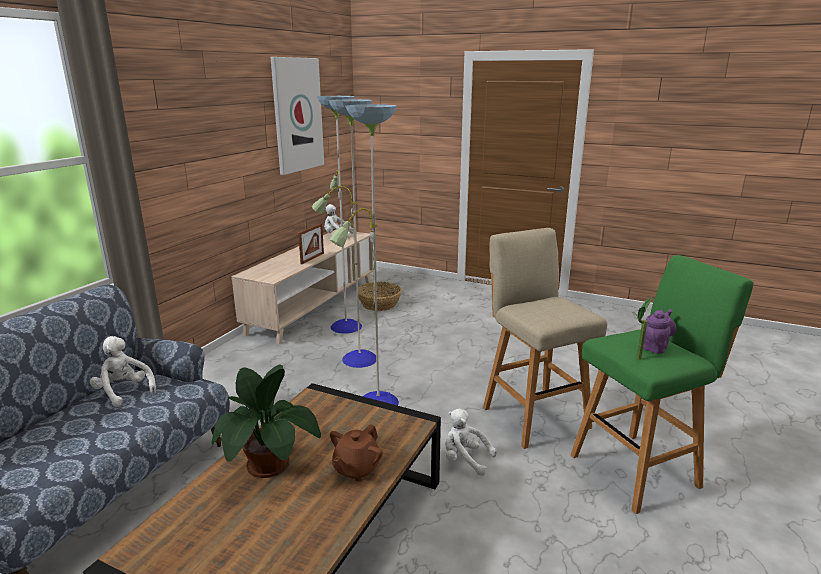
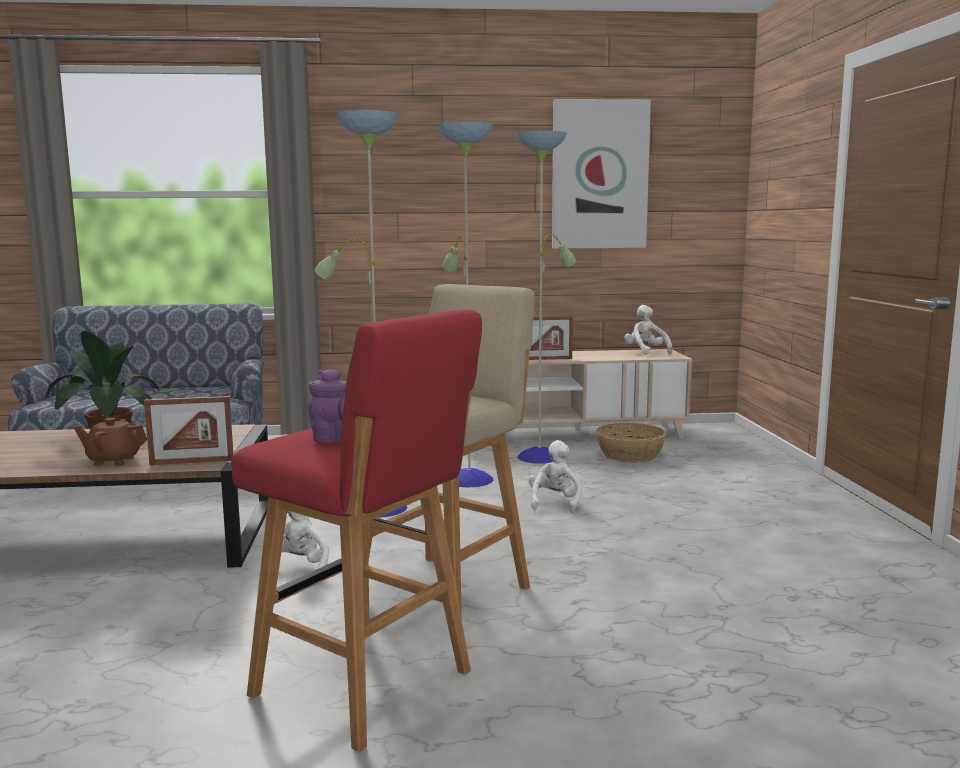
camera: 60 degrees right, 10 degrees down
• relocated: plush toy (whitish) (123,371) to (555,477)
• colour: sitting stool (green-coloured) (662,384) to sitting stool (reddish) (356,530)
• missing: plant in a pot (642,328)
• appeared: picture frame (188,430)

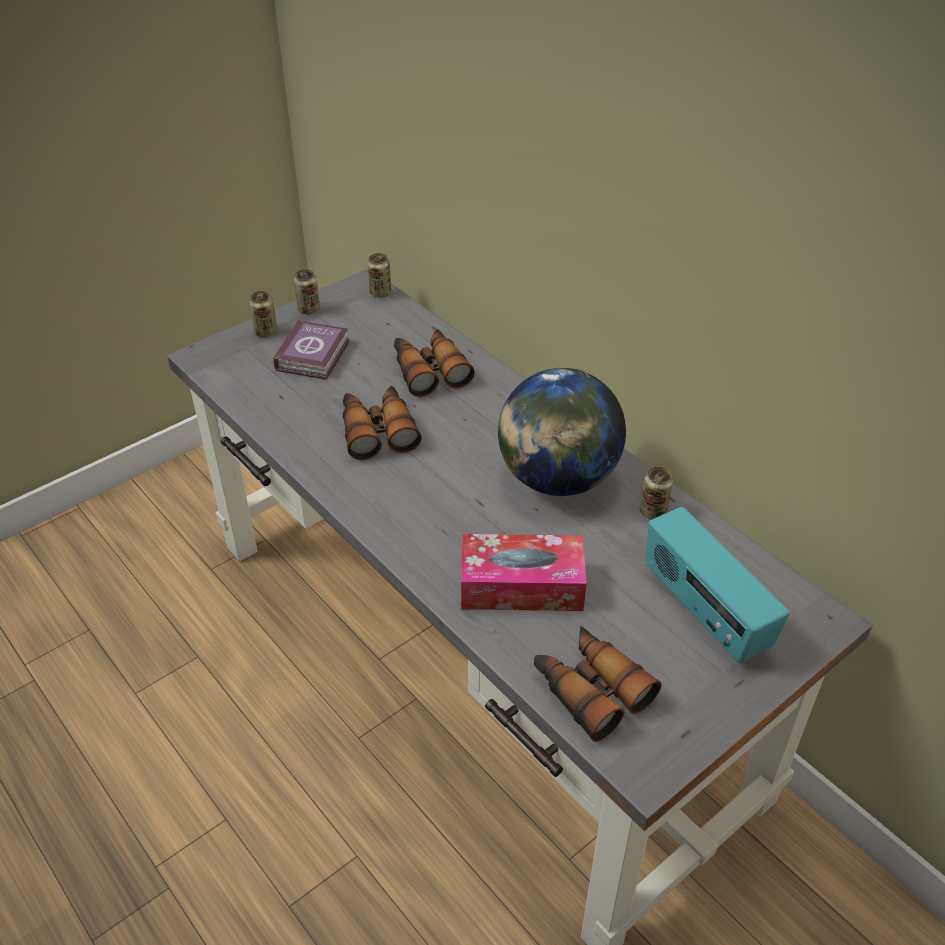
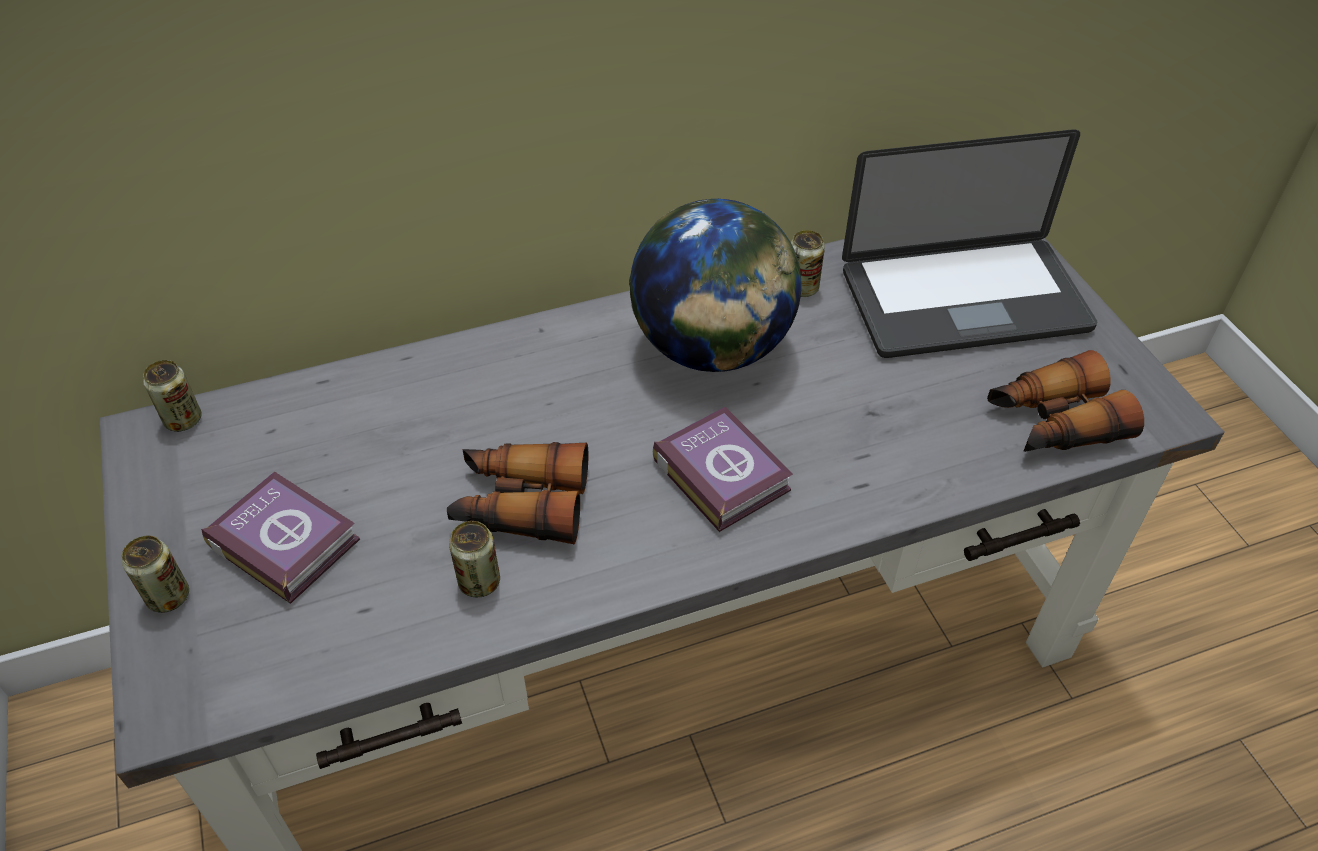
camera: 70 degrees left, 5 degrees up
• relocated: sealed can (307,292) to (474,559)
• missing: field glasses (434,363)
• missing: box of tissues (524,572)
• exchanged: radio set (718,585) to portable computer (970,243)
• appeared: volume (723,469)

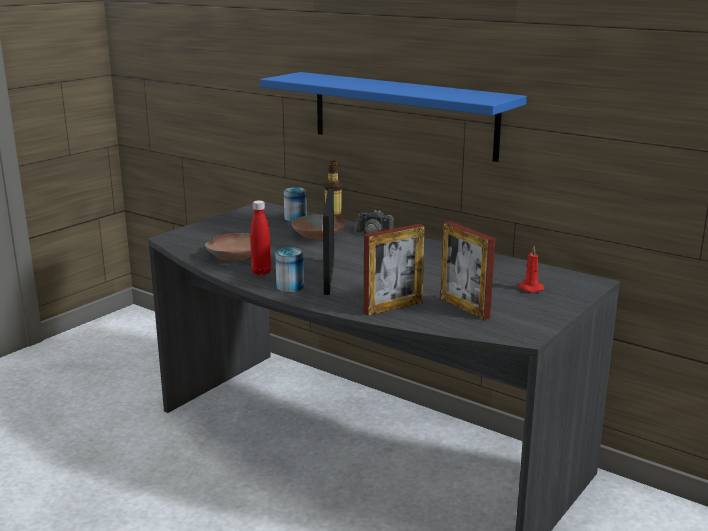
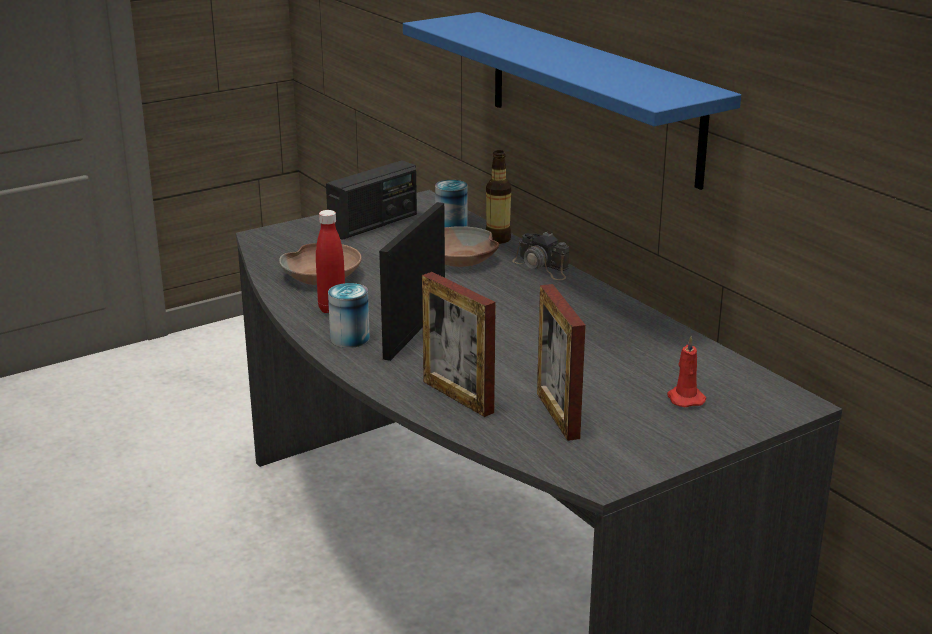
camera: 20 degrees right, 5 degrees up
• spun: picture frame (394,270) = (459,344) 60 degrees clockwise
• appeared: radio set (371,200)

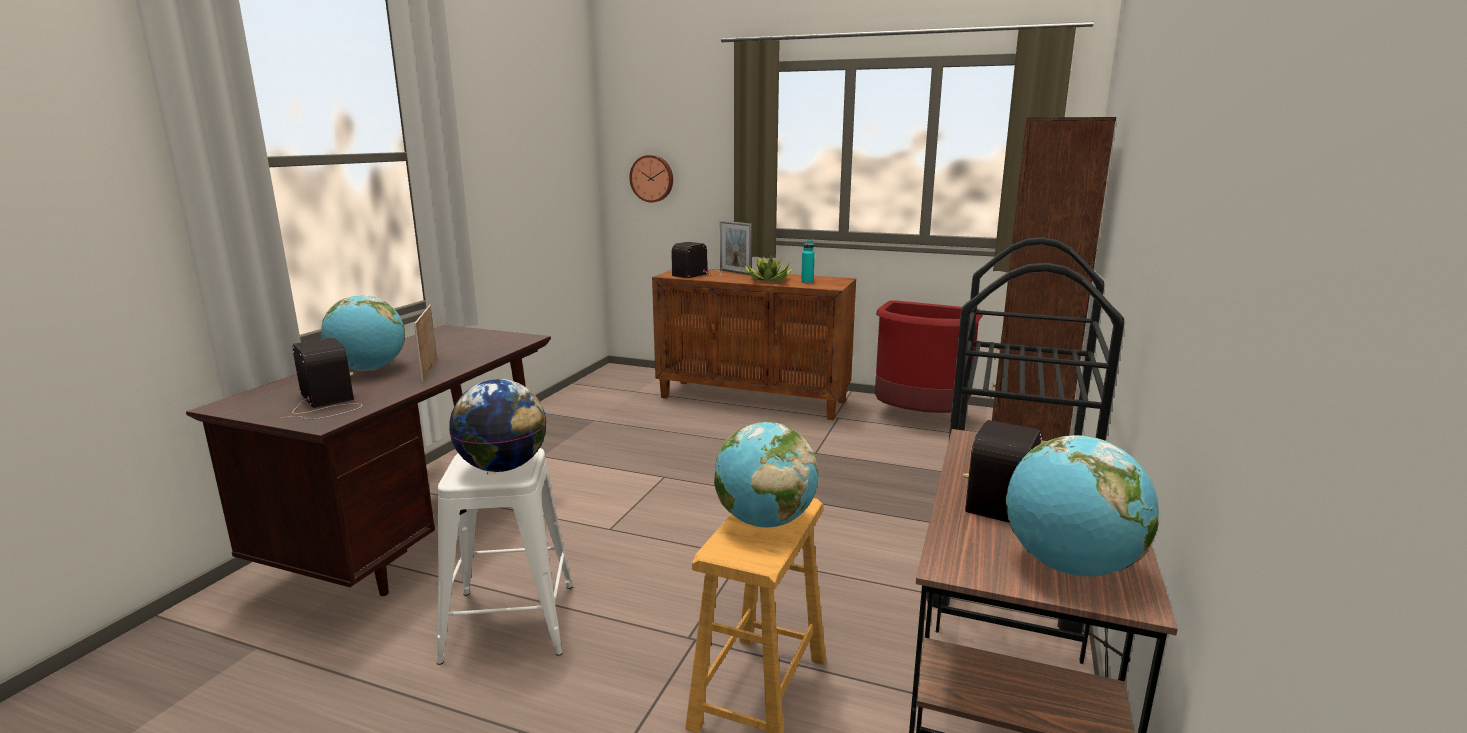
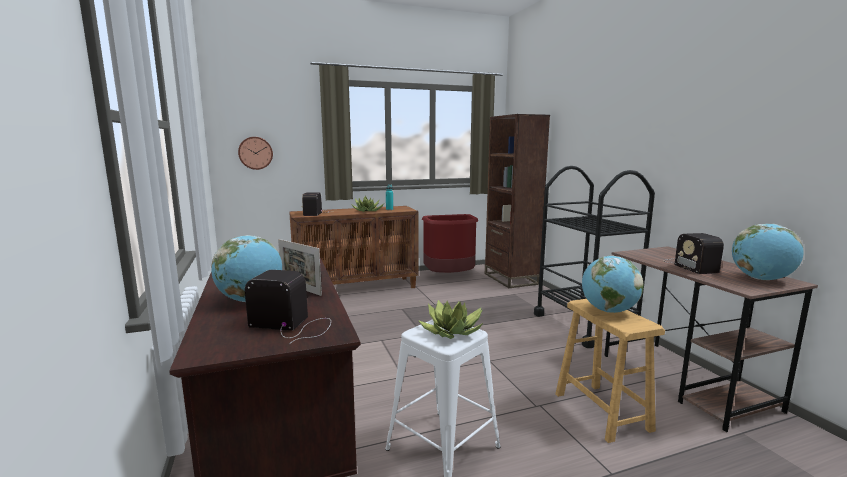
camera: 40 degrees left, 5 degrees down
• exchanged: world globe (498,425) to plant in a pot (450,319)
• missing: picture frame (736,248)

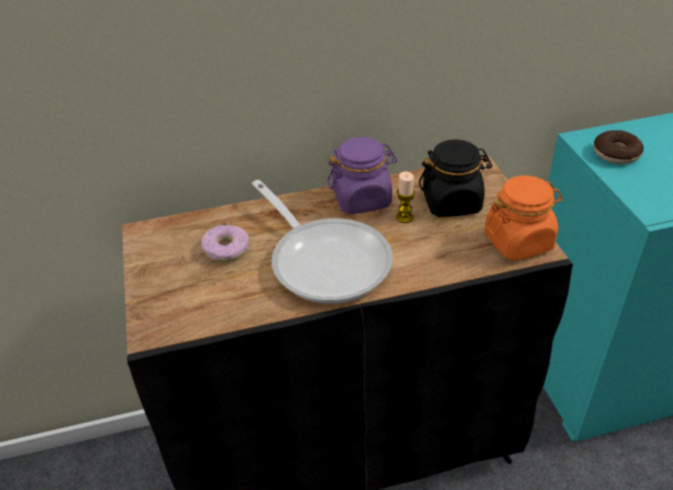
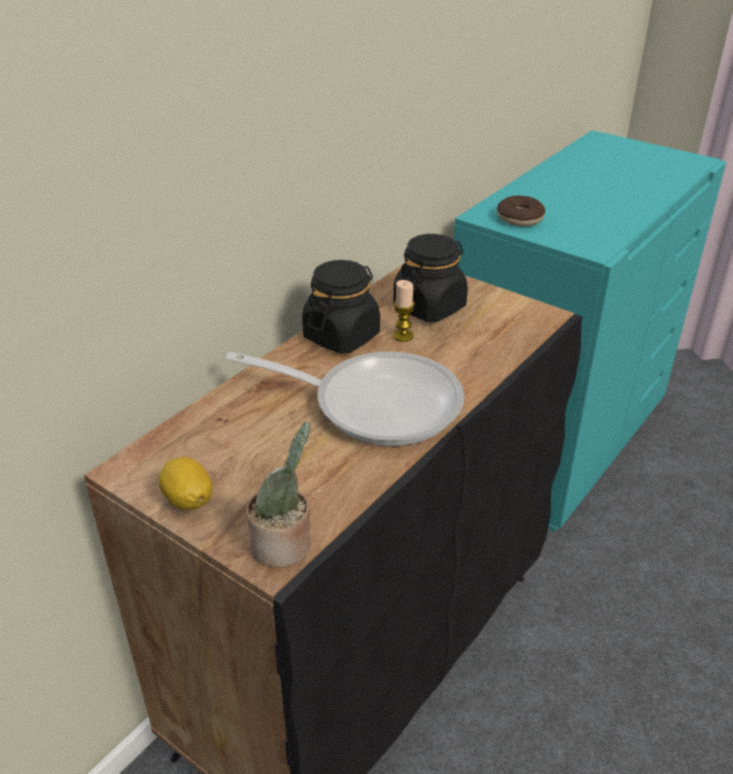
camera: 40 degrees left, 5 degrees down
• missing: donut (225,243)
• colour: jar (purplish) (362,175) to jar (blackish) (341,307)
• missing: jar (orange-coloured) (523,218)
• appeared: lemon (185,483)
• appeared: plant in a pot (278,495)

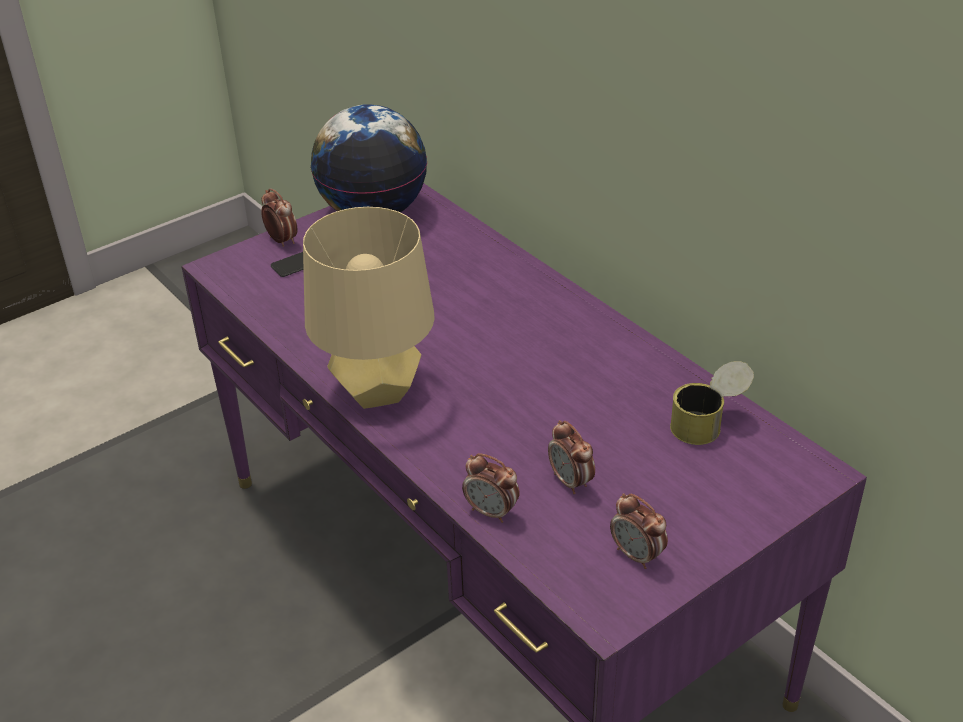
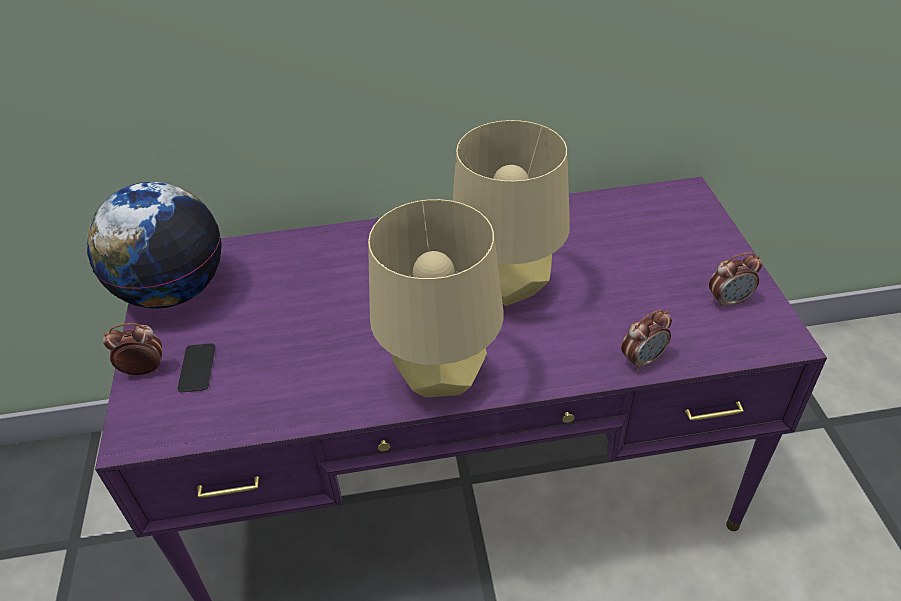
camera: 60 degrees left, 5 degrees up
• missing: bedside clock (571,457)
• missing: sealed can (712,403)
• appeared: table lamp (beige) (511,213)

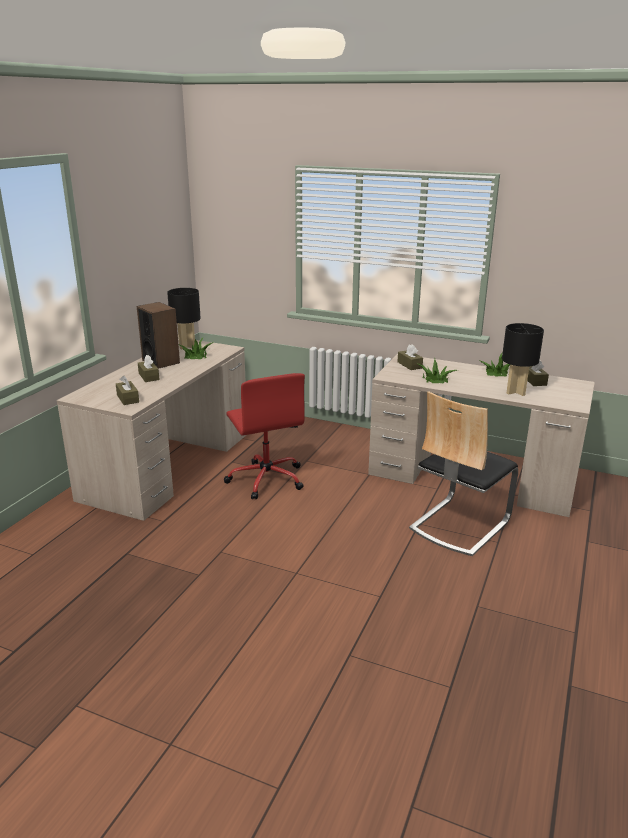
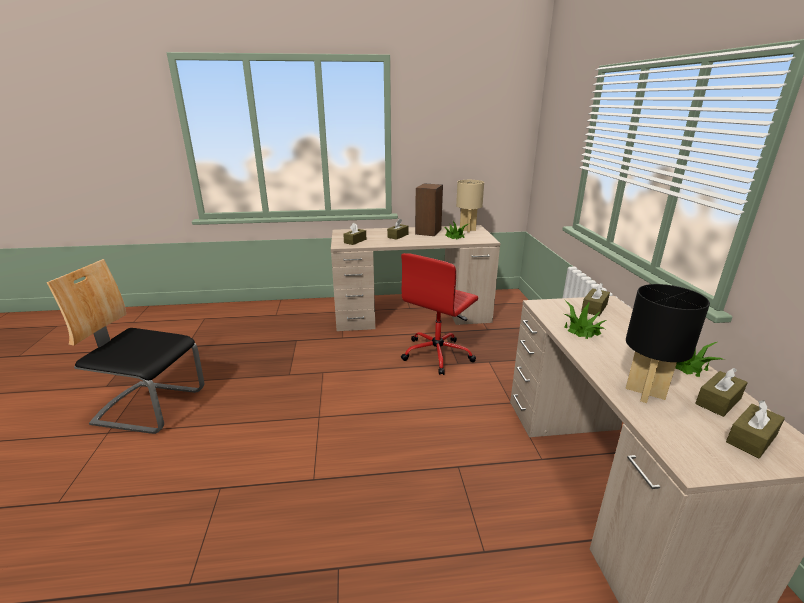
camera: 60 degrees right, 0 degrees up
• colour: table lamp (blackish) (184,318) to table lamp (beige) (470,206)
• relocated: upright chair (463,473) to (125,346)
• appeared: box of tissues (brown-coloured) (755,429)

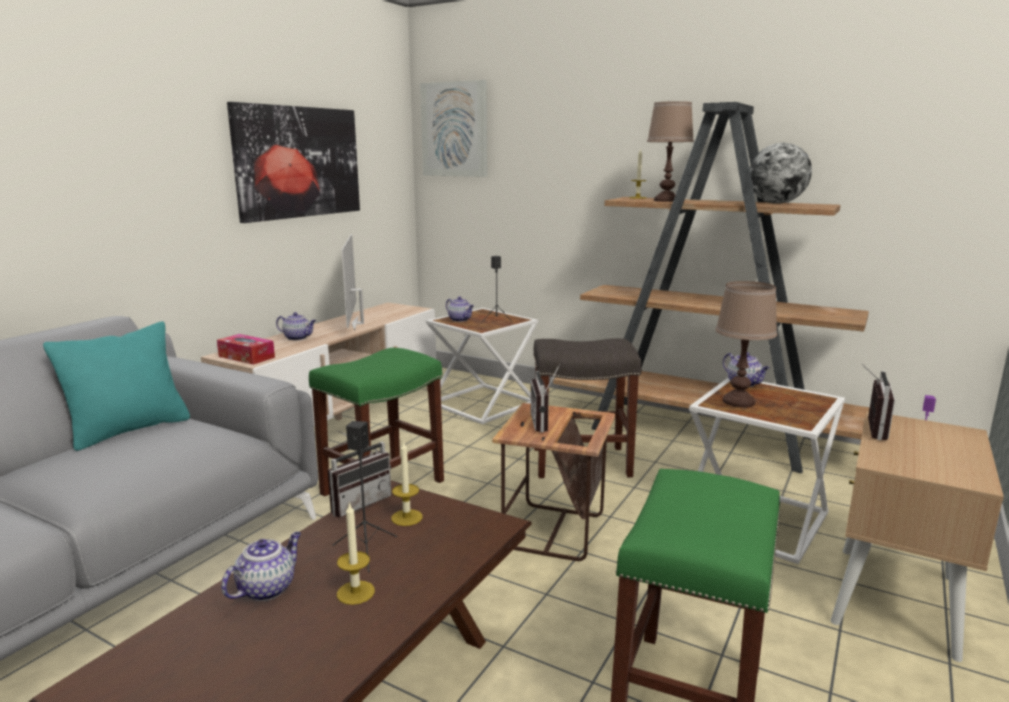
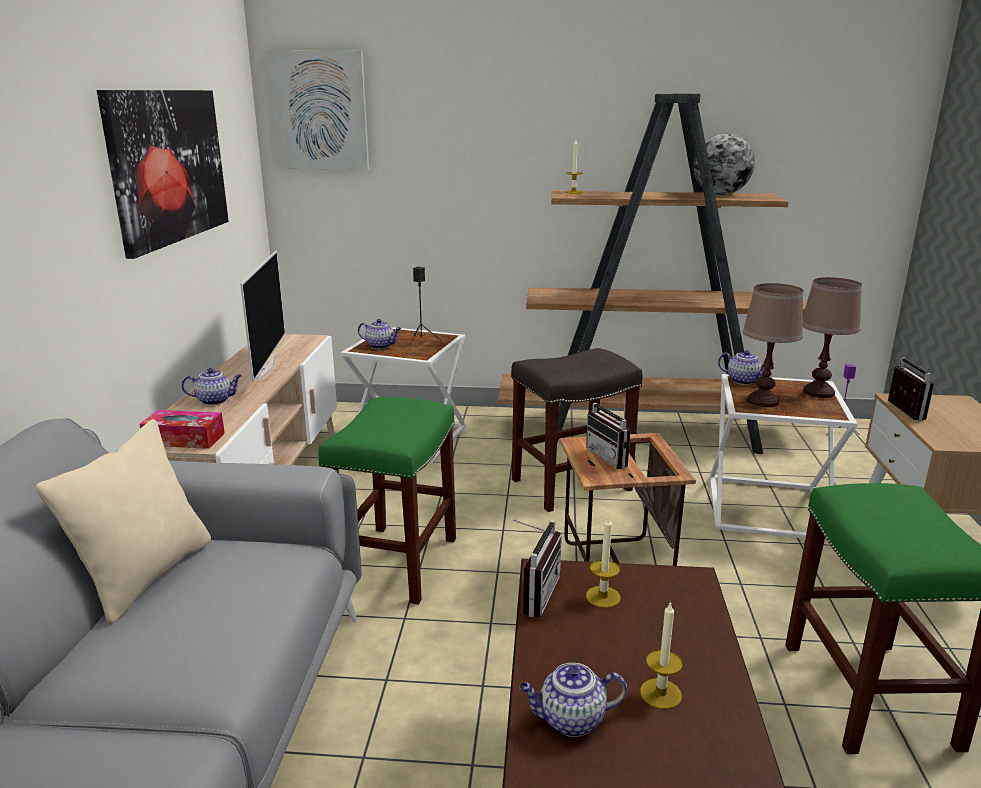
camera: 25 degrees left, 5 degrees up
• colour: throw pillow (turquoise-coloured) (116,386) to throw pillow (beige) (123,521)
• spun: teapot (261,566) = (573,700) 105 degrees counterclockwise
• missing: speaker (blackish) (365,496)
• spun: TV set (353,282) = (262,316) 150 degrees counterclockwise
• relocated: table lamp (brown-coloured) (670,151) to (832,337)

